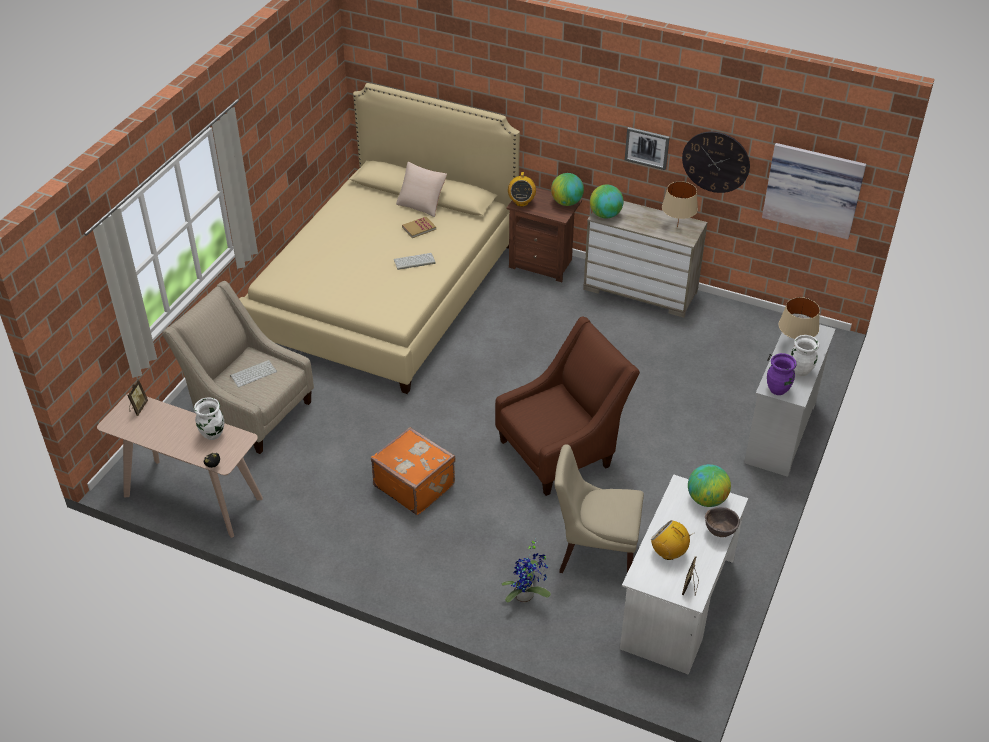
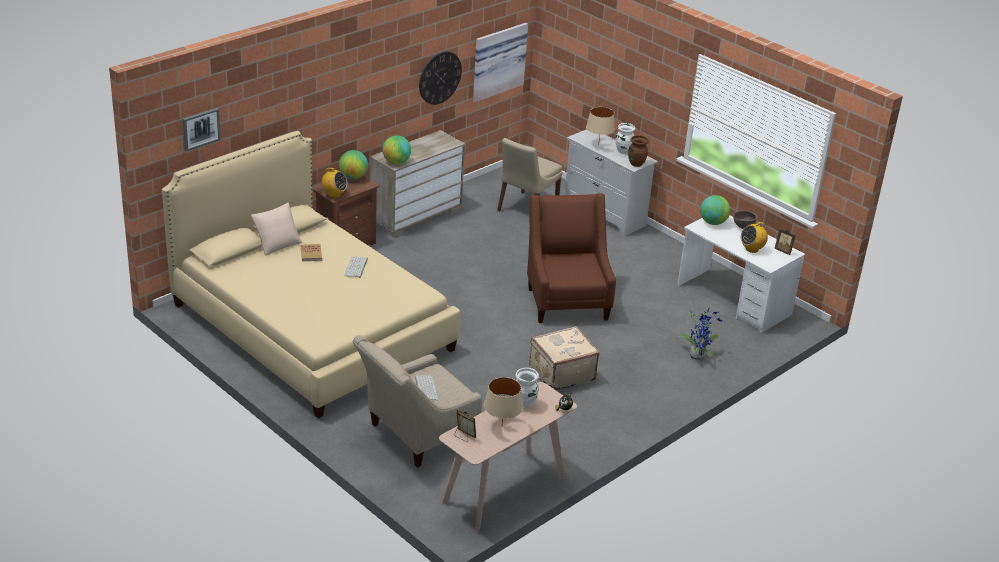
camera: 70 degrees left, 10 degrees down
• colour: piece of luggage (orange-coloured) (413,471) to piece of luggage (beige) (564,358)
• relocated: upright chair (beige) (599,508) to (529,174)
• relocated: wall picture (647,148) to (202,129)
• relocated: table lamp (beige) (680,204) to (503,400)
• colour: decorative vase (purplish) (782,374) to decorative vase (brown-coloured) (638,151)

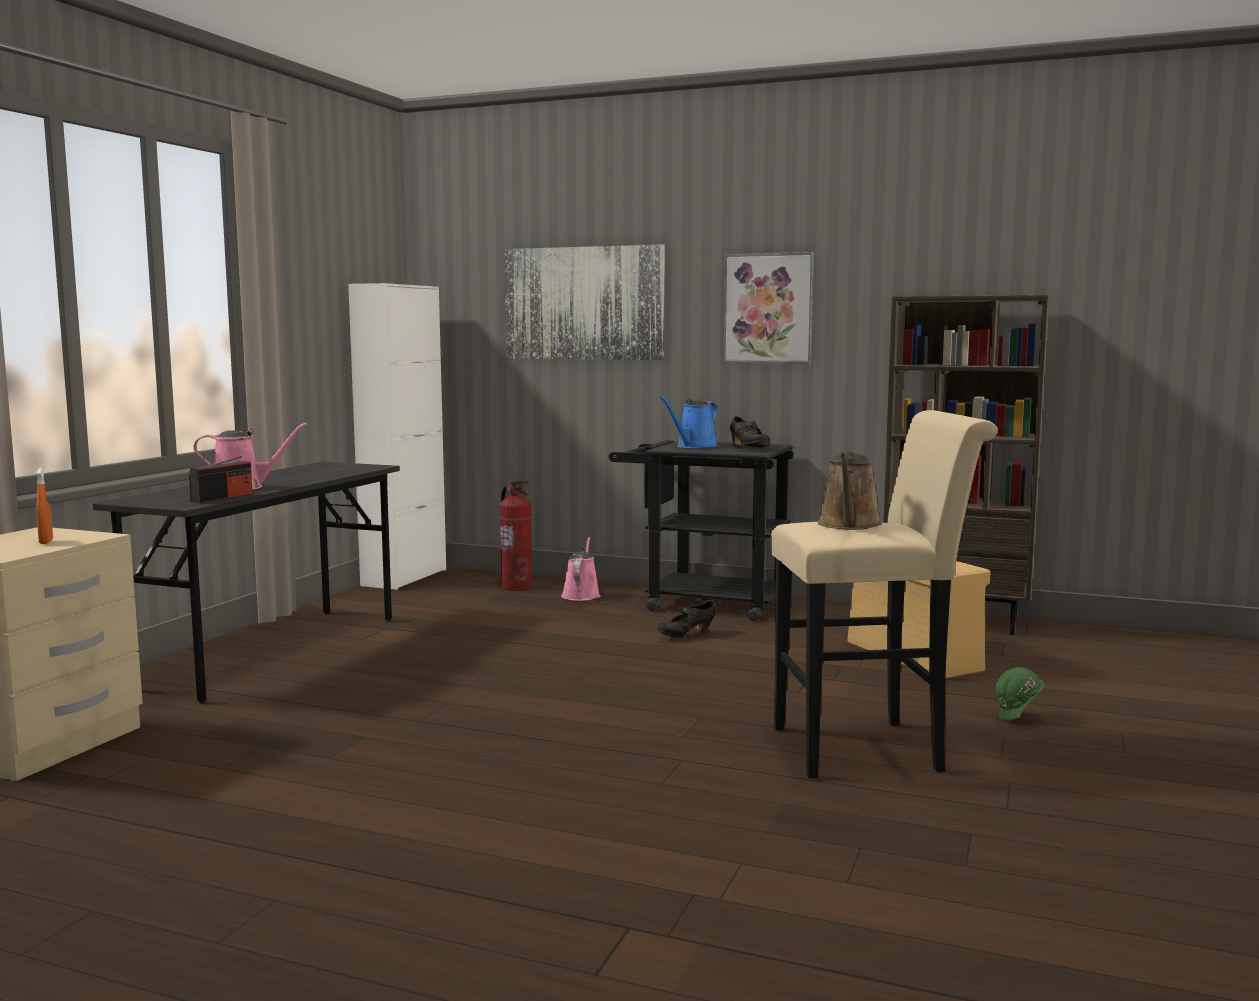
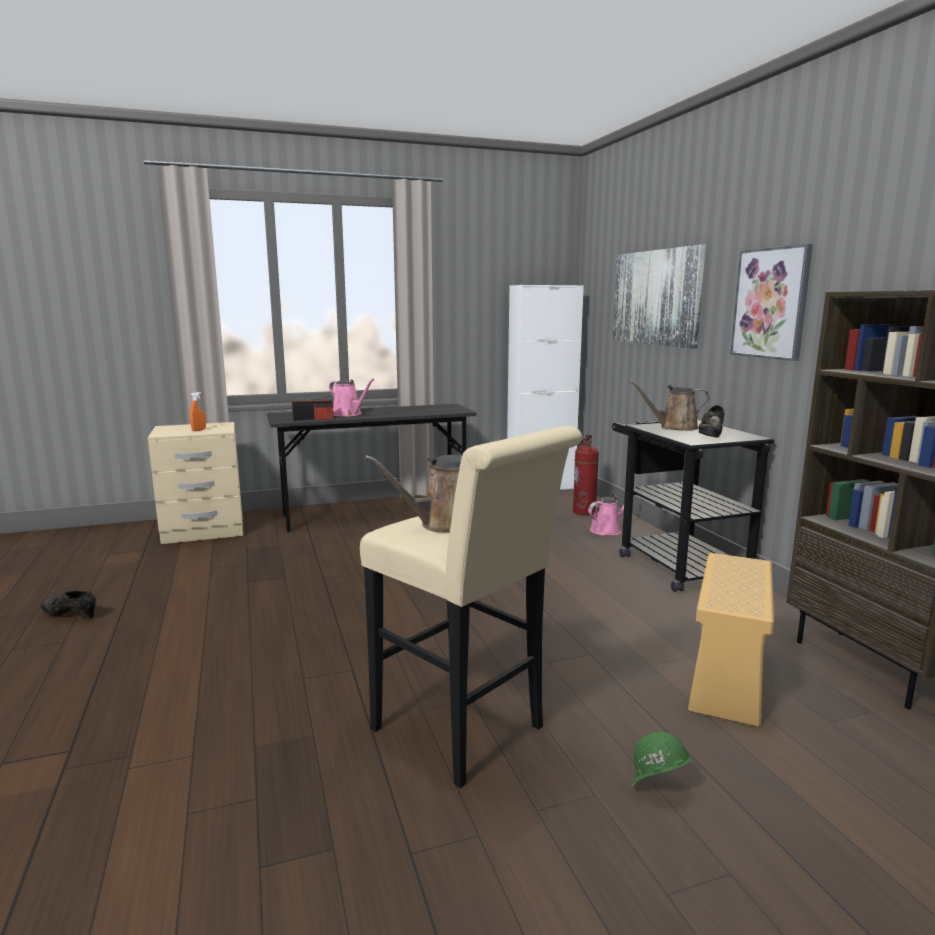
camera: 50 degrees right, 5 degrees up
• relocated: item of footwear (blackish) (686,619) to (68,604)
• colour: sprinkling can (blue) (689,422) to sprinkling can (brown-coloured) (670,406)

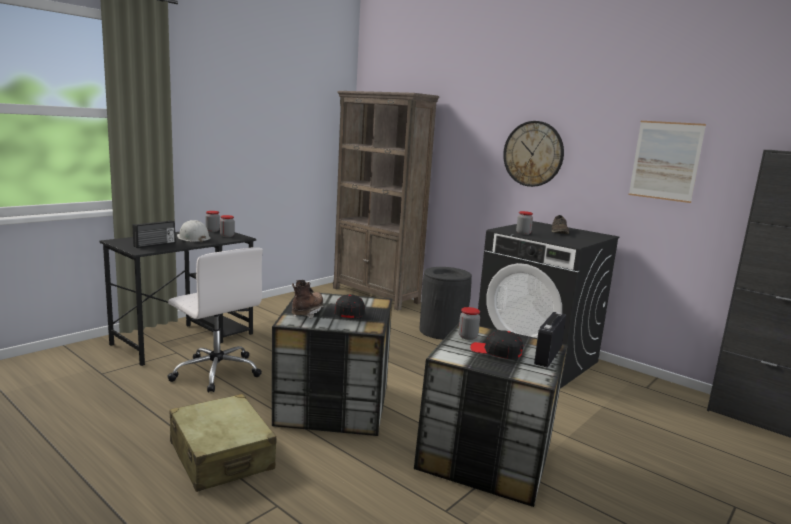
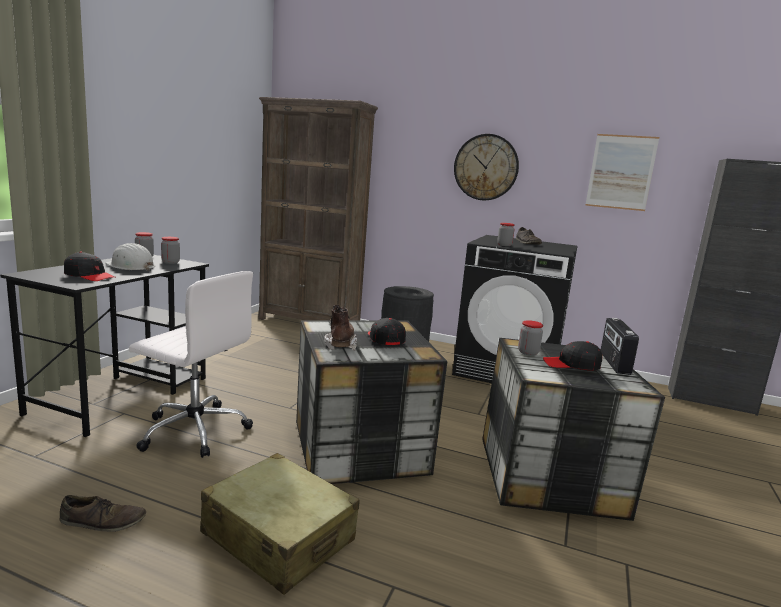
camera: 20 degrees left, 0 degrees up
• exchanged: radio set (154,234) to baseball cap (blackish) (89,266)
• appeared: item of footwear (brown-coloured) (102,513)

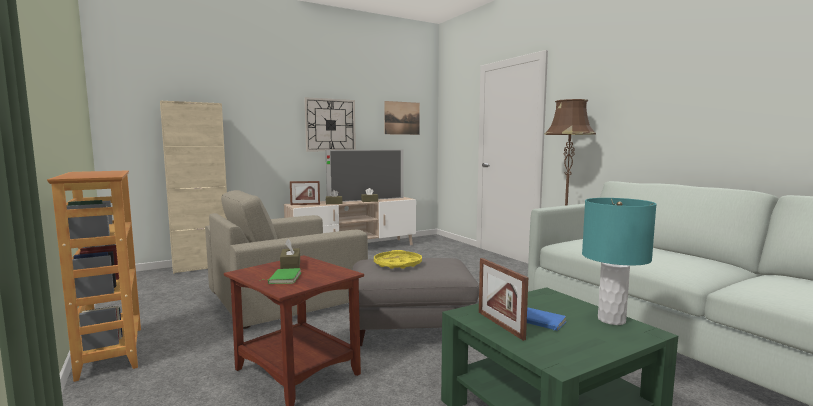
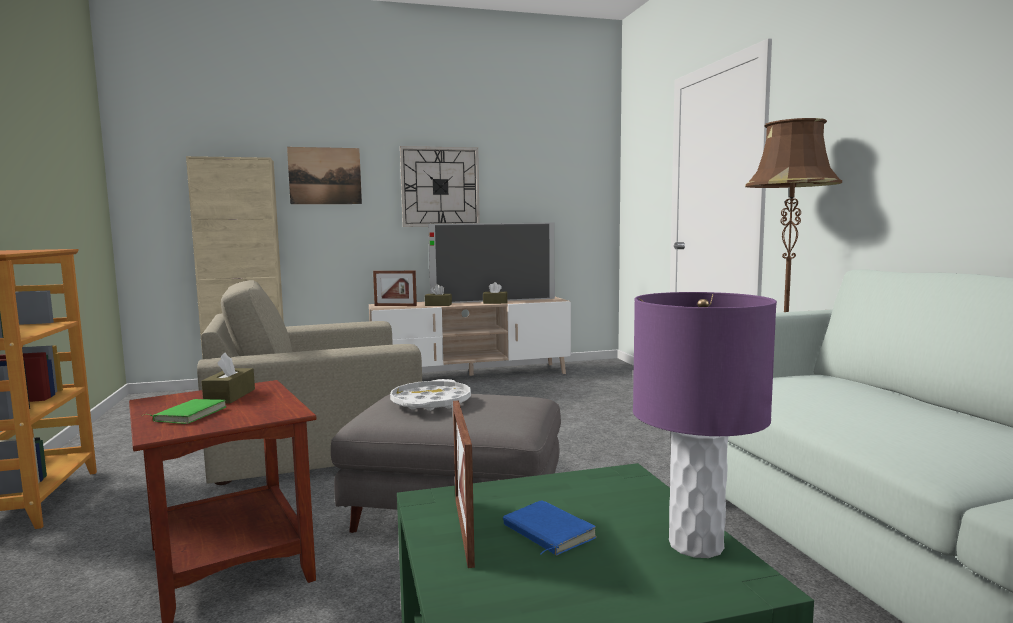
camera: 15 degrees right, 0 degrees up
• colour: tray (yellowish) (398,259) to tray (whitish) (430,395)
• relocated: wall picture (402,118) to (324,175)
• colour: table lamp (turquoise-coloured) (619,261) to table lamp (purplish) (705,425)

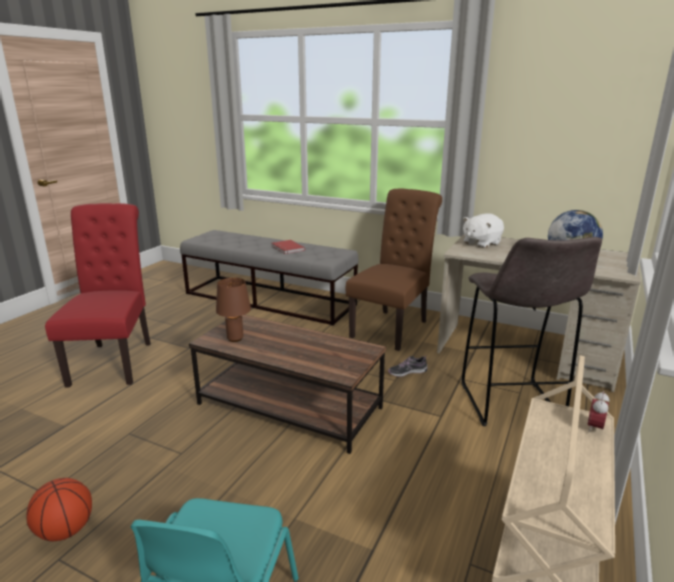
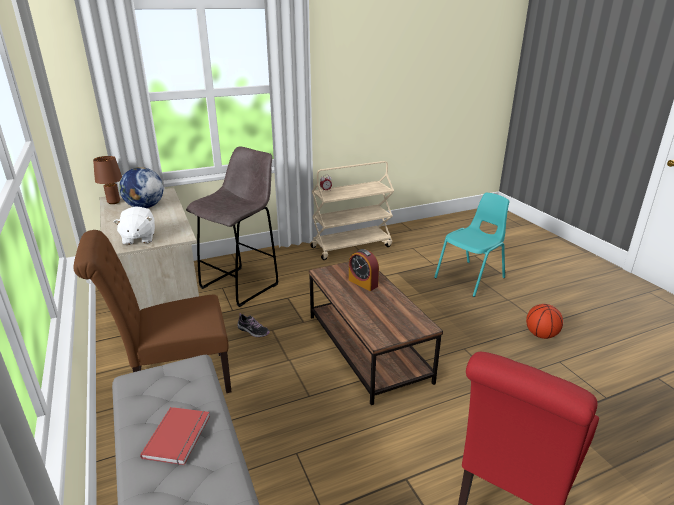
camera: 140 degrees left, 5 degrees up
• relocated: table lamp (brown-coloured) (233,310) to (107,180)
• spun: plush toy (whitish) (483,231) = (134,225) 75 degrees clockwise
• appeared: bedside clock (364,270)

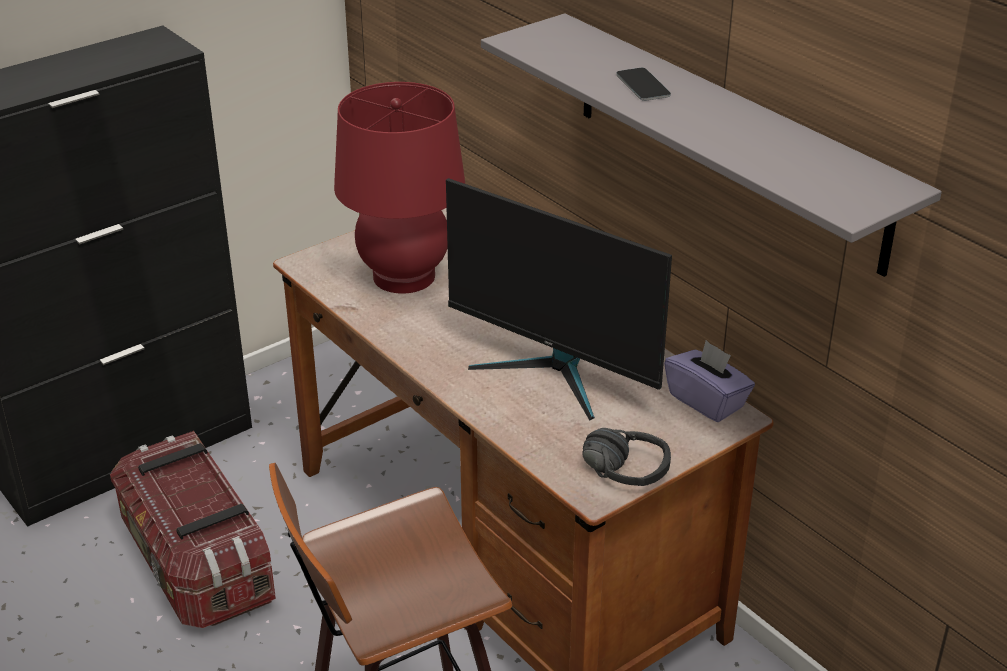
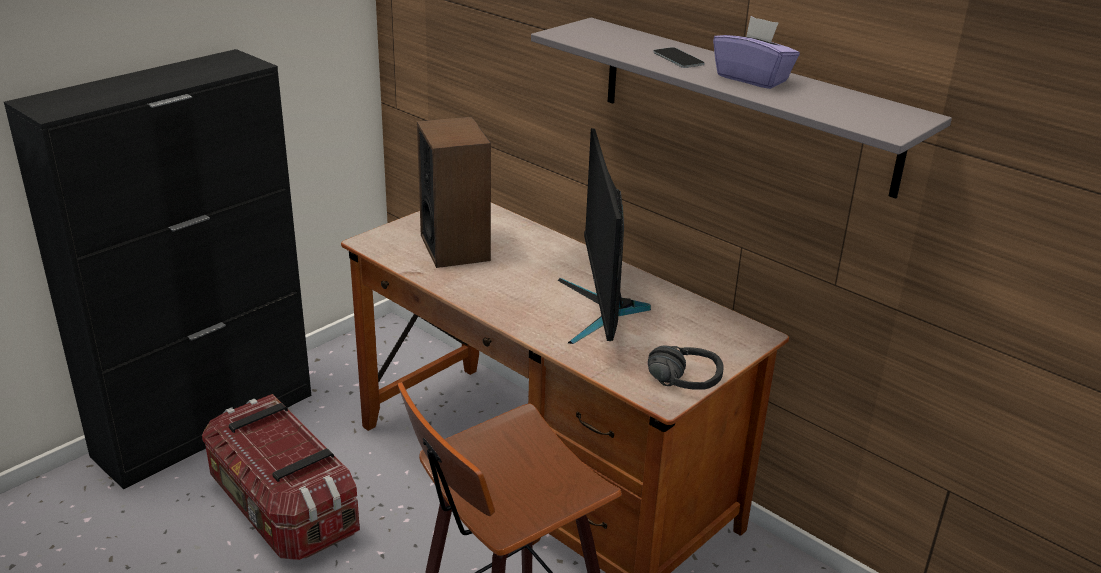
camera: 10 degrees left, 5 degrees down
• exchanged: table lamp (reddish) (399,188) to speaker (454,192)
• spun: computer display (559,300) = (604,236) 60 degrees clockwise
• relocated: box of tissues (purplish) (709,381) to (756,52)

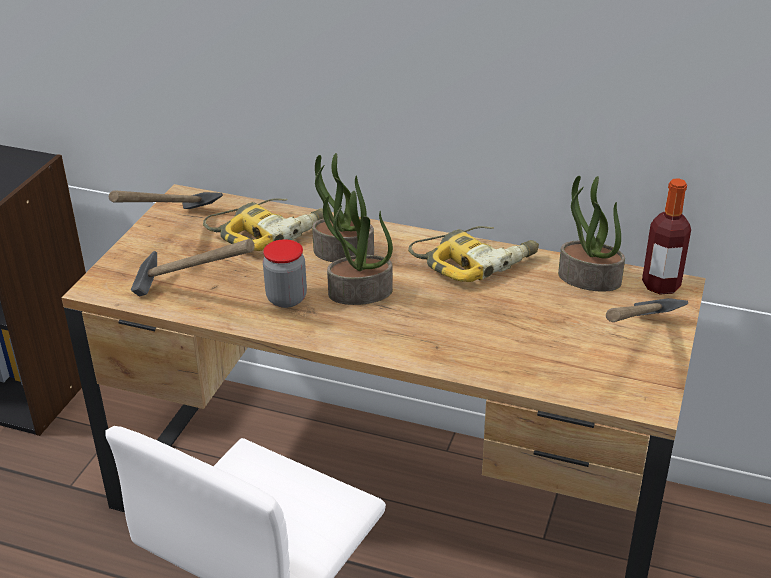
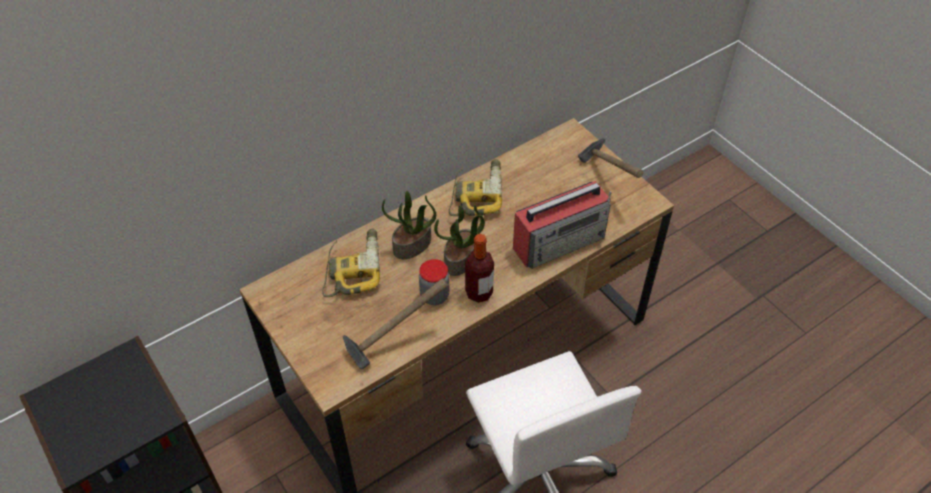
camera: 55 degrees left, 15 degrees up
• missing: tool hammer (166,199)
• missing: plant in a pot (591,234)
• relocated: drink bottle (666,236) to (479,268)
• appeared: radio set (562,225)

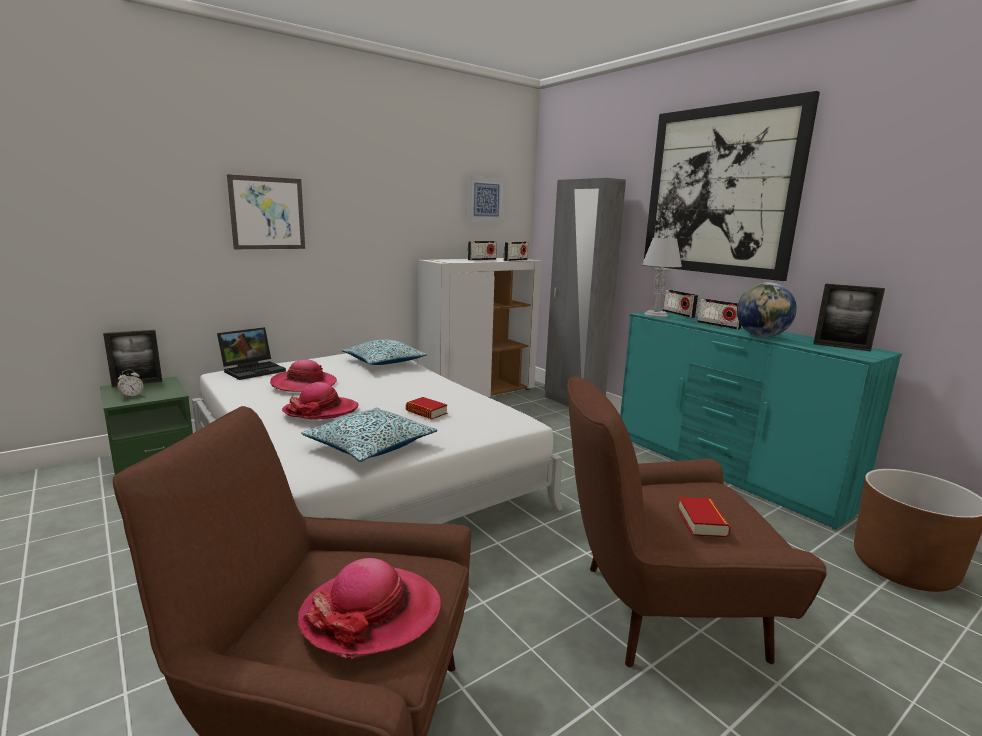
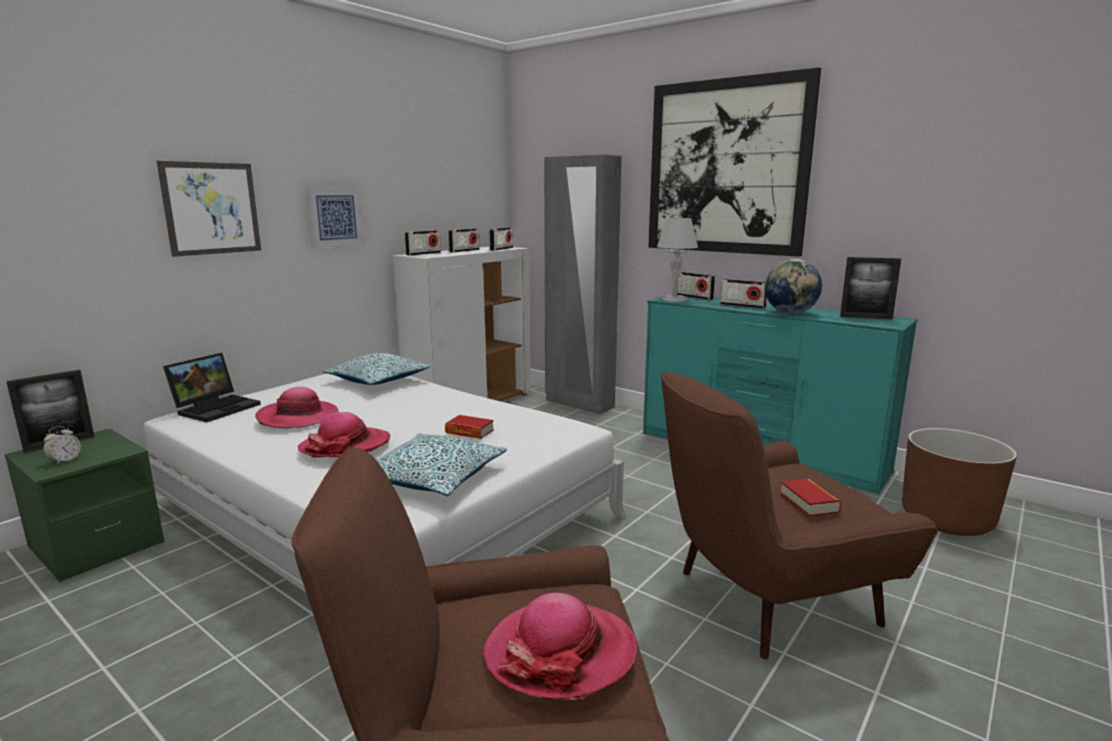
camera: 15 degrees left, 0 degrees up
• relocated: wall picture (486,199) to (335,217)
• appeared: radio set (423,243)

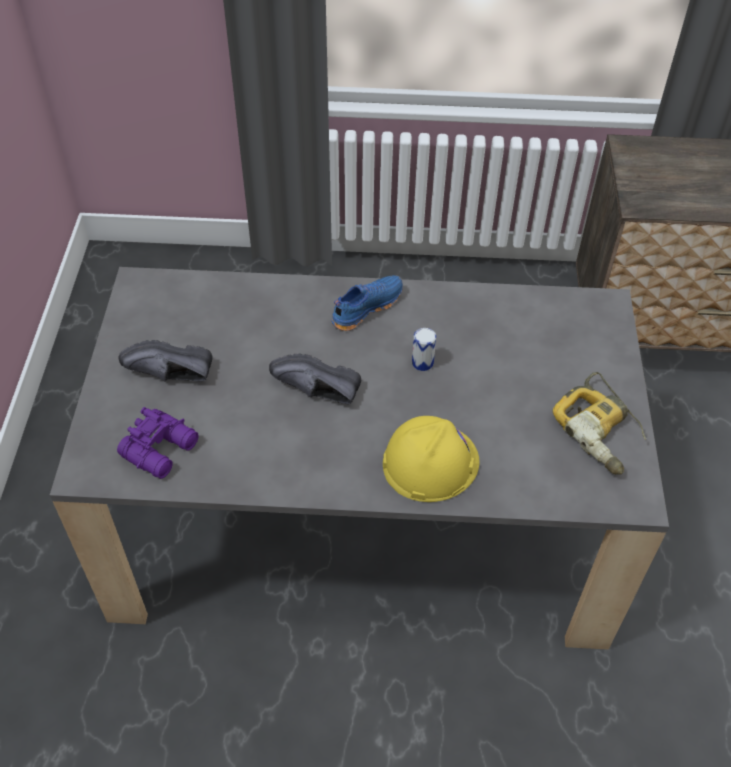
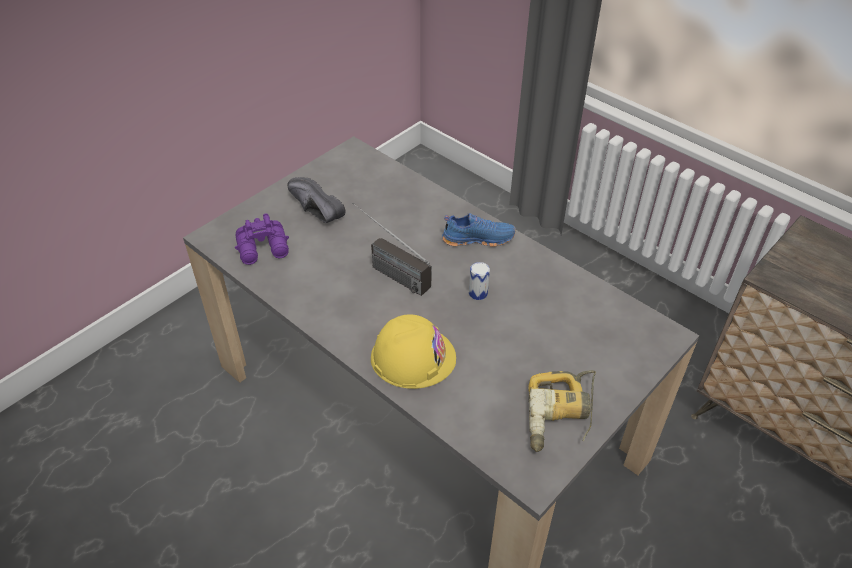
camera: 40 degrees right, 5 degrees down
• exchanged: item of footwear (blackish) (315,378) to radio set (392,249)

